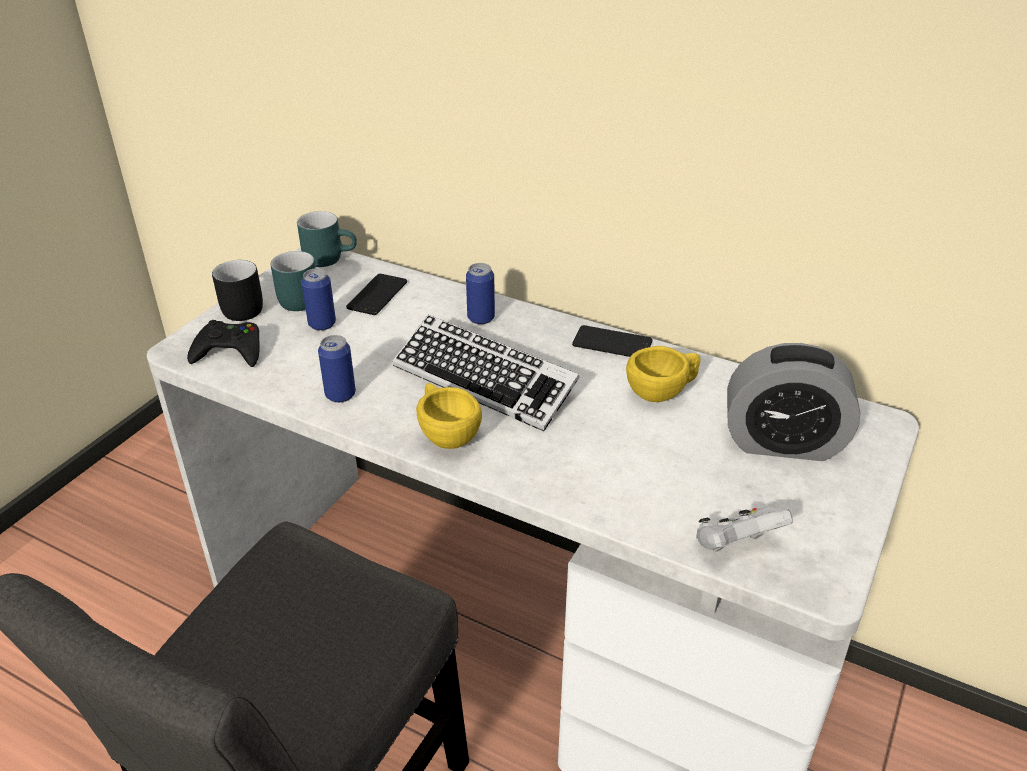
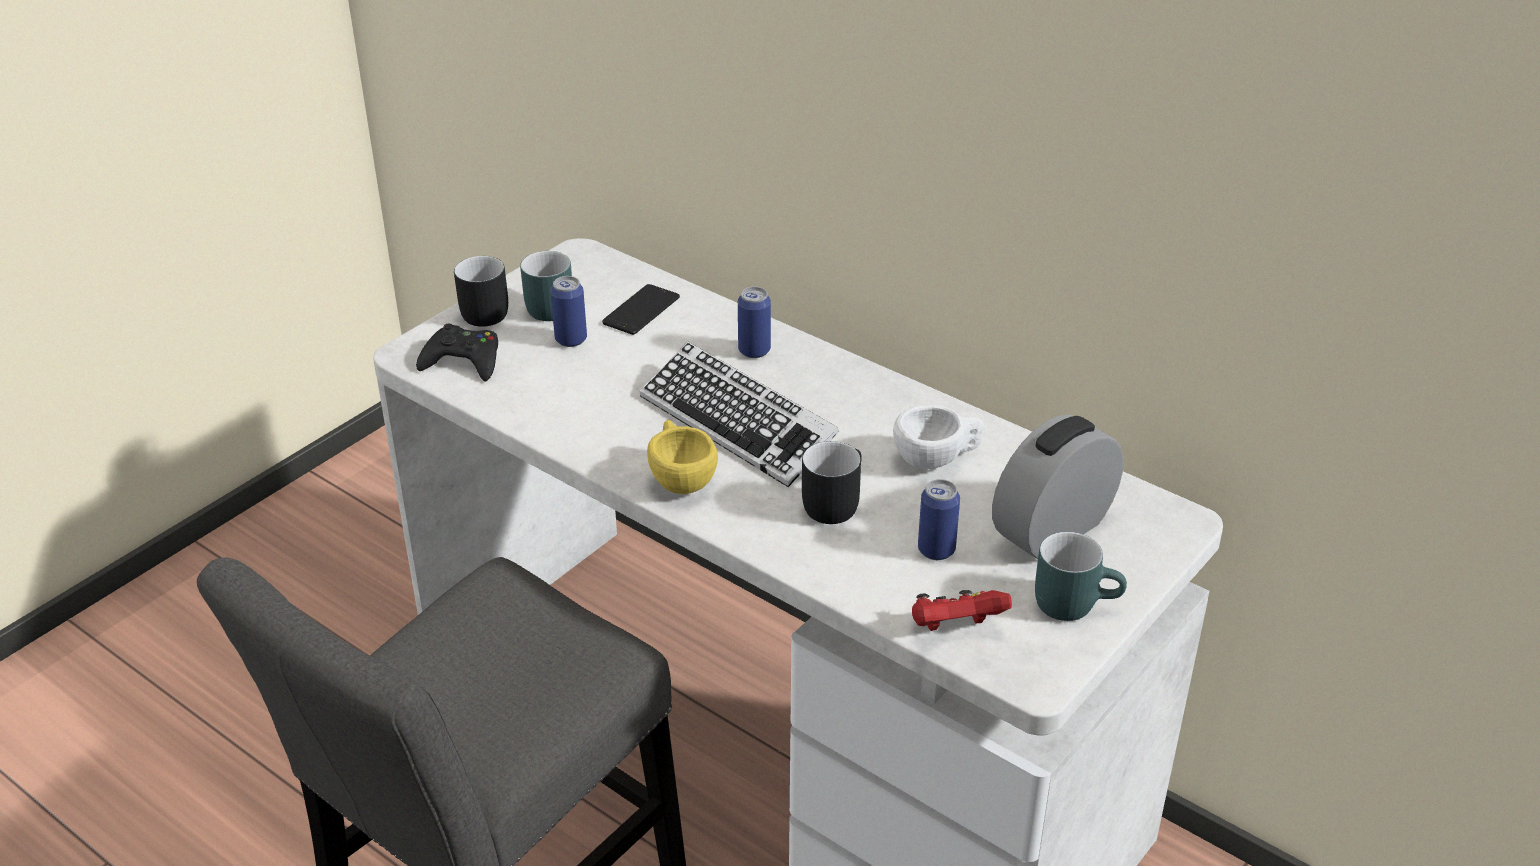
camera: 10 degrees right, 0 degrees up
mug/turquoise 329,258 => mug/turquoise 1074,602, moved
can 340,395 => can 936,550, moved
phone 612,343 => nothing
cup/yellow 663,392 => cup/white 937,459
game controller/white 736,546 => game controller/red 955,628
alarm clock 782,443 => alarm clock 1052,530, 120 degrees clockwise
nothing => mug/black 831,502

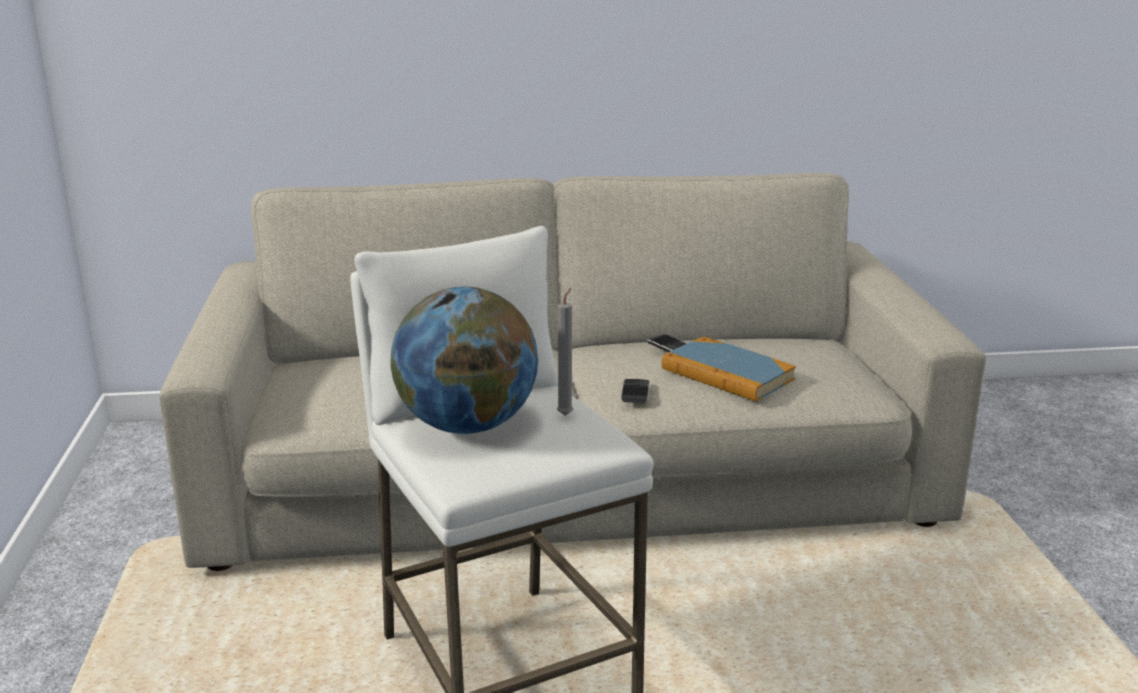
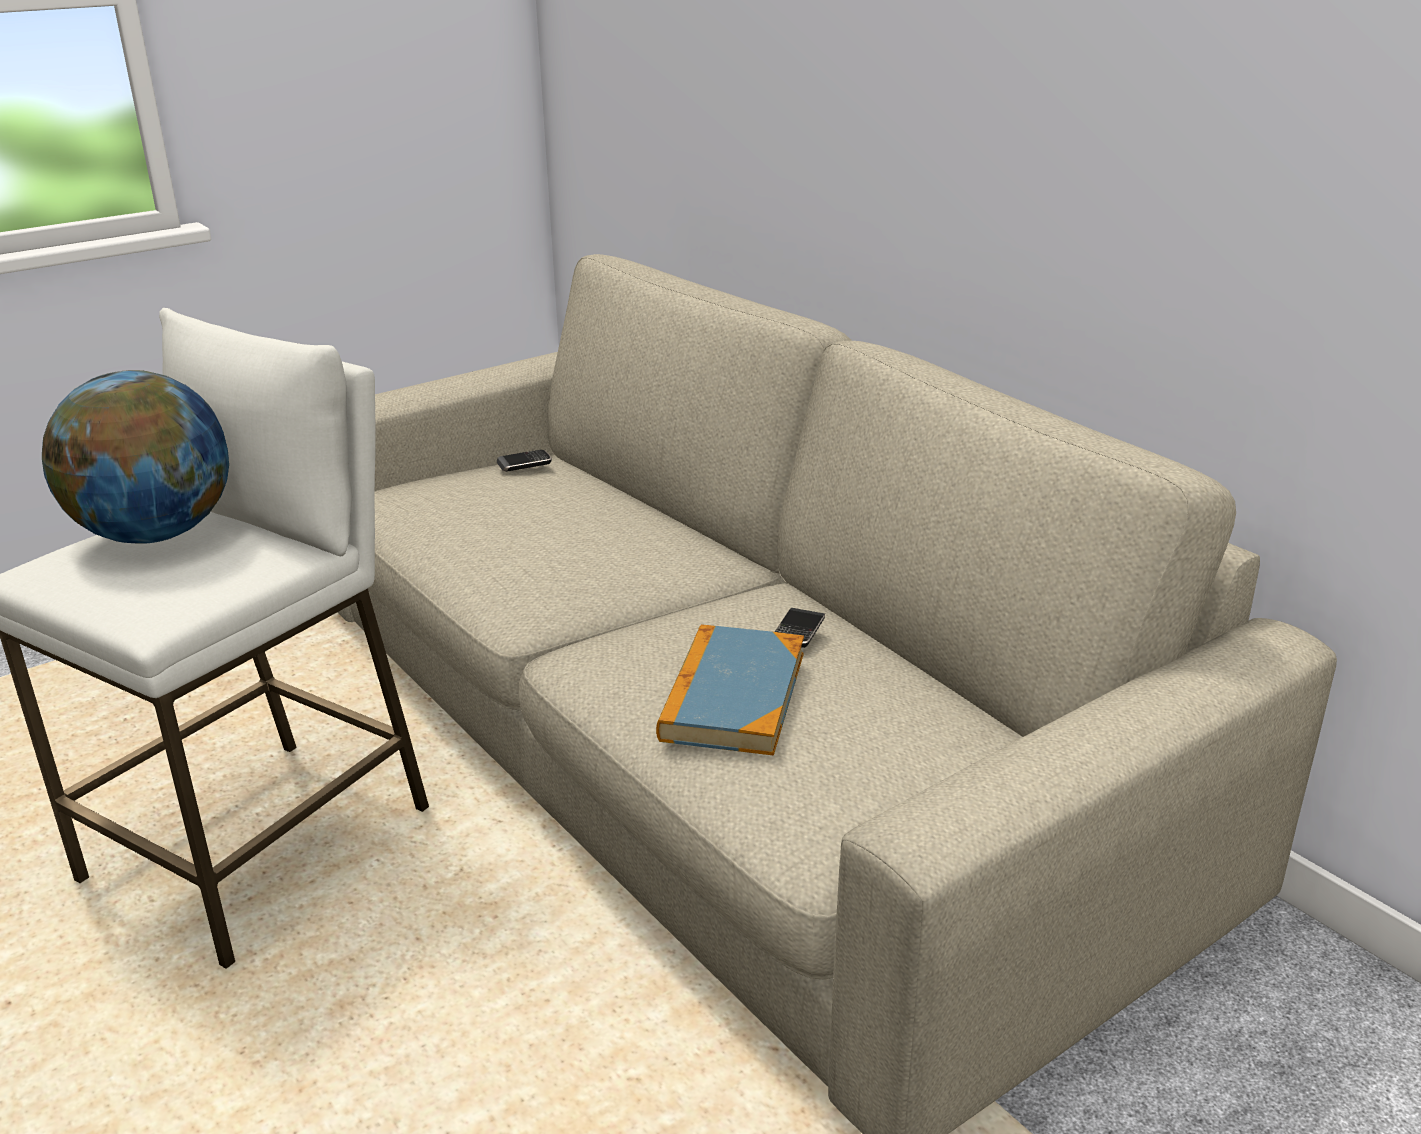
camera: 60 degrees right, 5 degrees up
candle/grey 566,414 => nothing
phone 635,393 => phone 524,463, moved

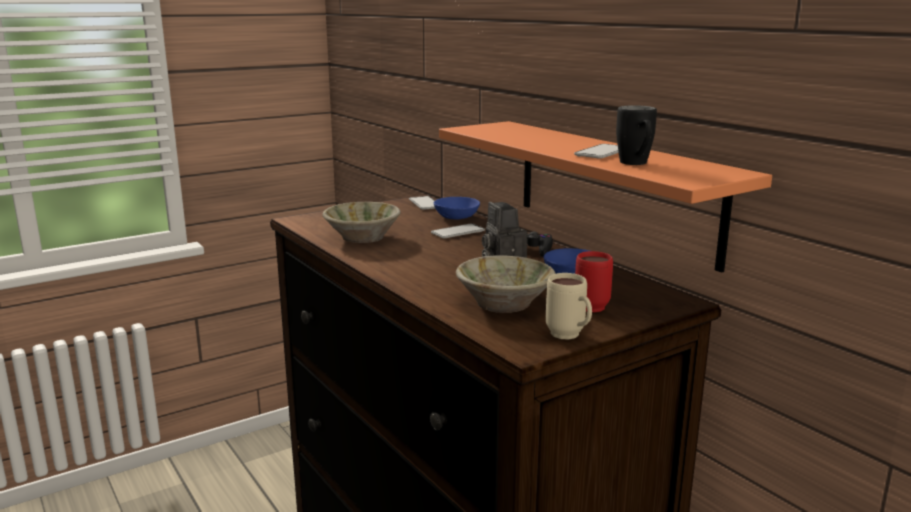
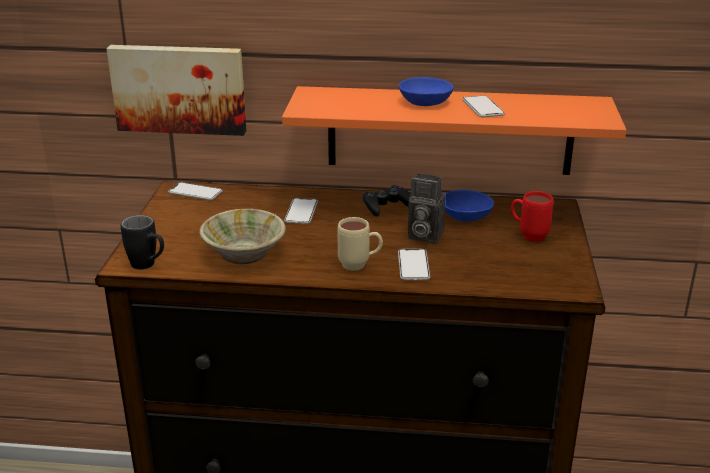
camera: 50 degrees left, 10 degrees up
bowl/blue 458,217 => bowl/blue 427,101, moved
bowl/beige 505,303 => nothing
mug/beige 569,337 => mug/beige 360,266, moved
mug/black 636,164 => mug/black 148,266, moved
nothing => picture 179,88
nothing => phone 413,265

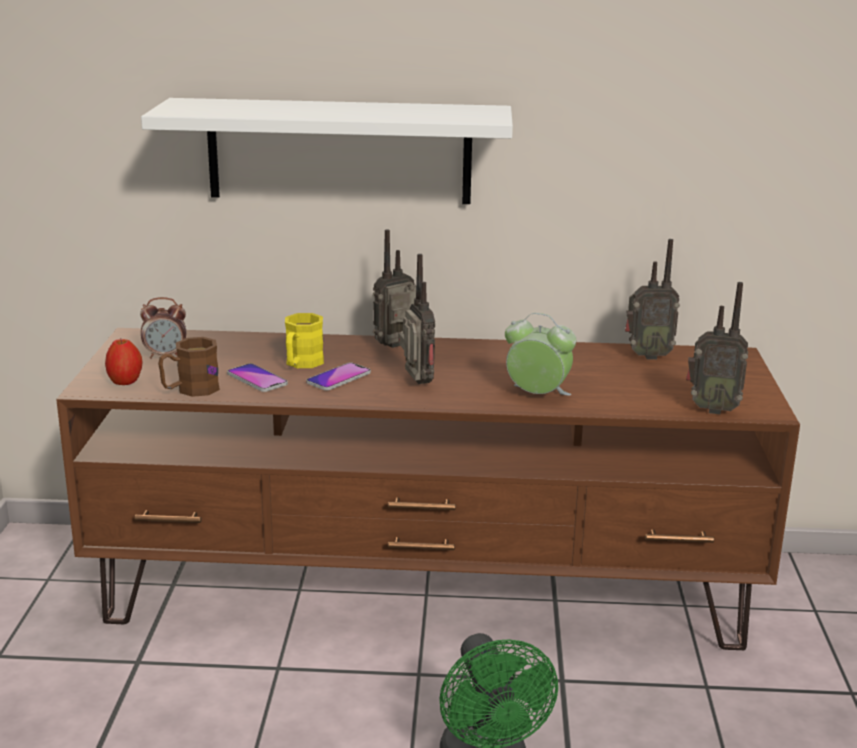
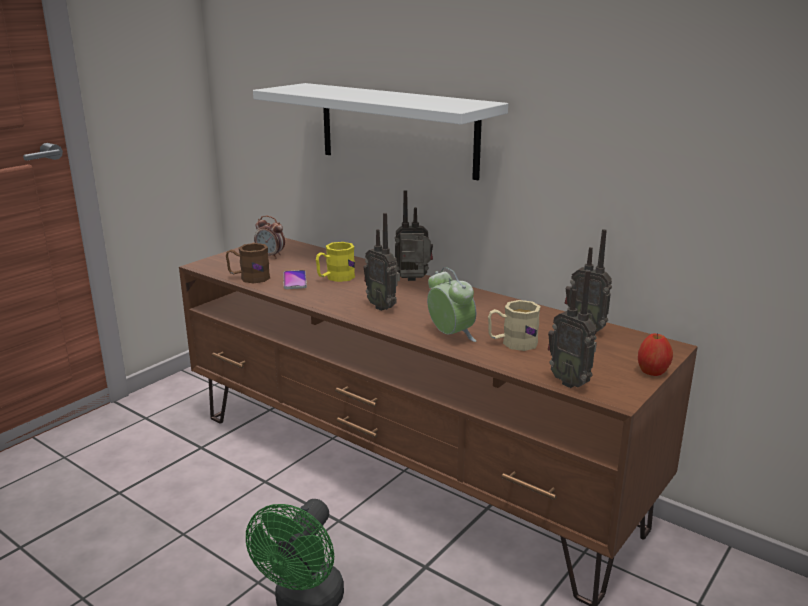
camera: 35 degrees right, 0 degrees up
apple 125,381 => apple 652,372, moved
phone 338,378 => nothing
radio 416,383 => radio 383,307, 120 degrees clockwise
nothing => mug/beige 512,343

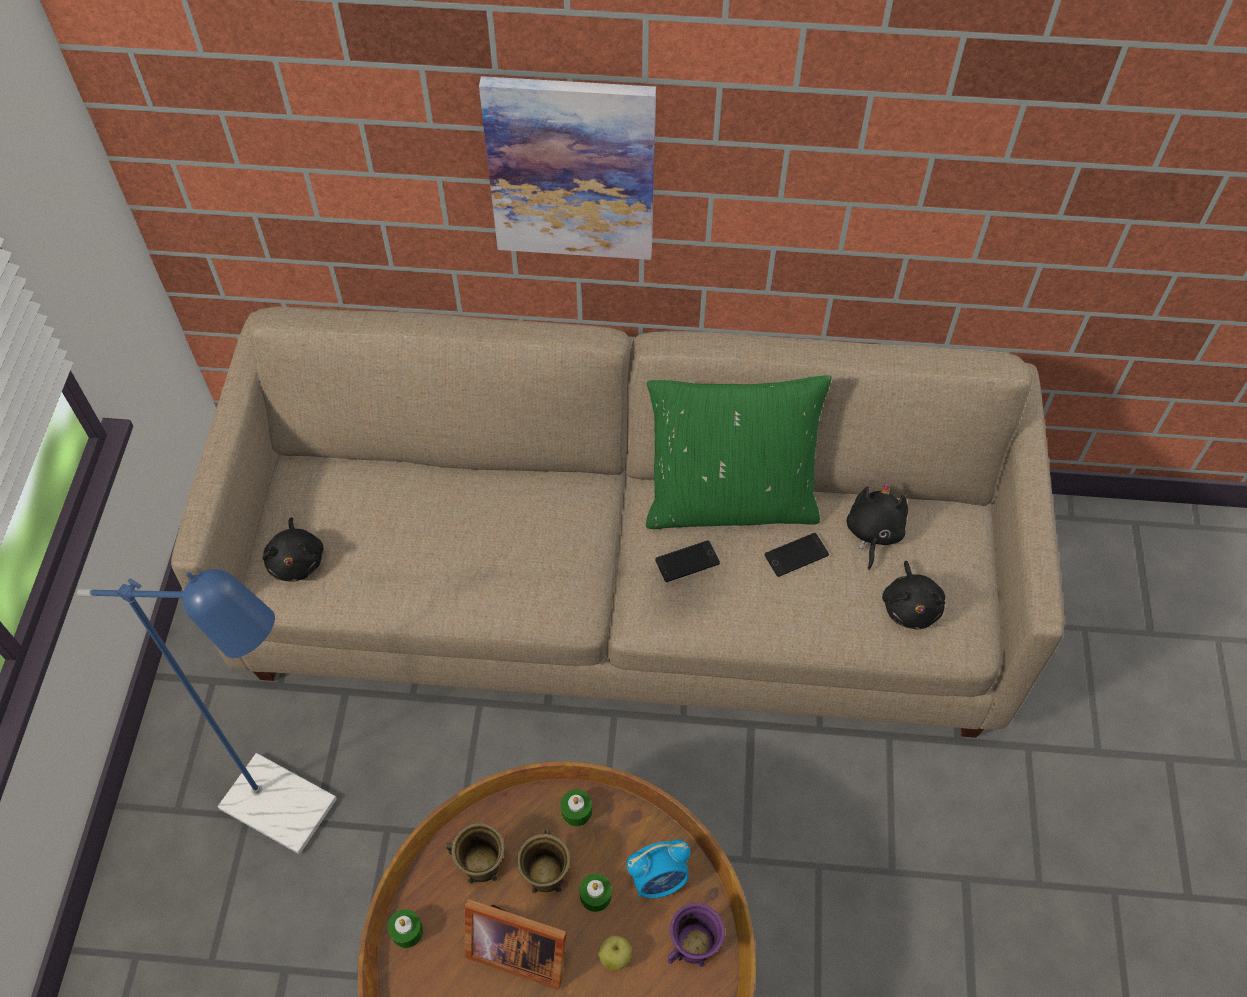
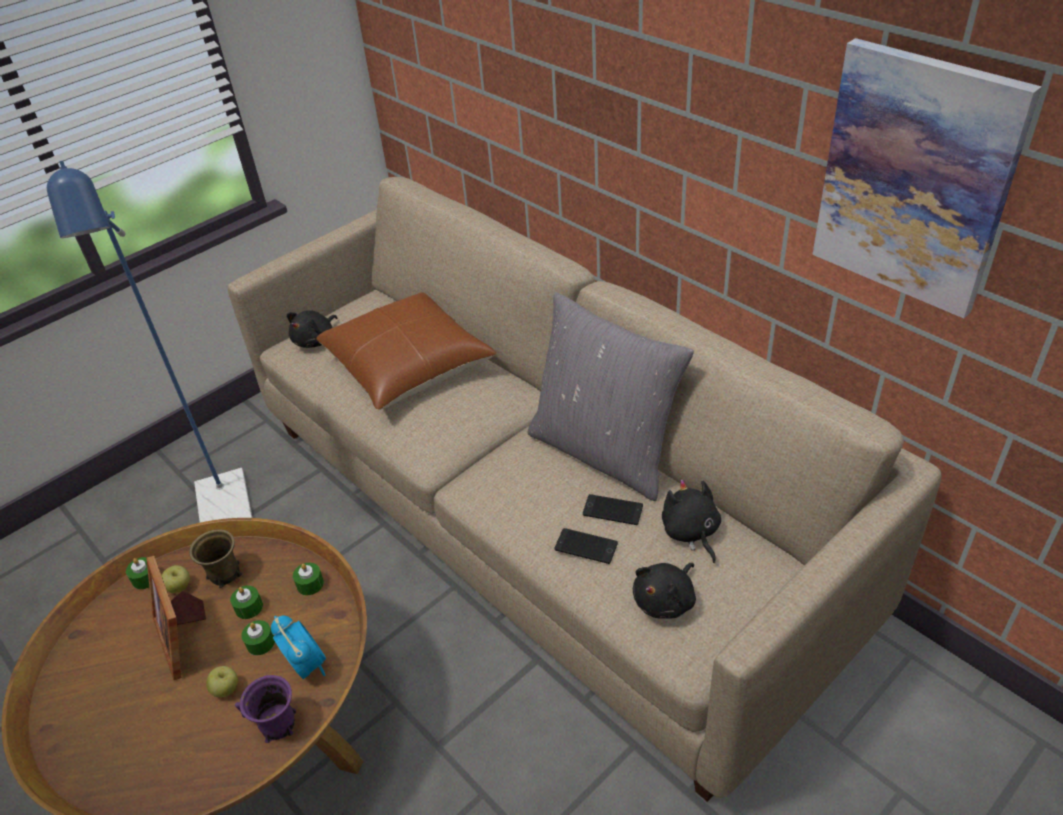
camera: 45 degrees right, 15 degrees down
picture 572,169 => picture 915,179, moved
mug/brown 545,875 => candle/green 249,607
alarm clock 658,880 => alarm clock 306,664, 150 degrees counterclockwise
pillow/green 730,501 => pillow/grey 604,451
phone 687,562 => phone 586,546, moved
plush toy/black 873,533 => plush toy/black 691,532, 75 degrees counterclockwise
nothing => apple 179,587
nothing => pillow/brown 408,364

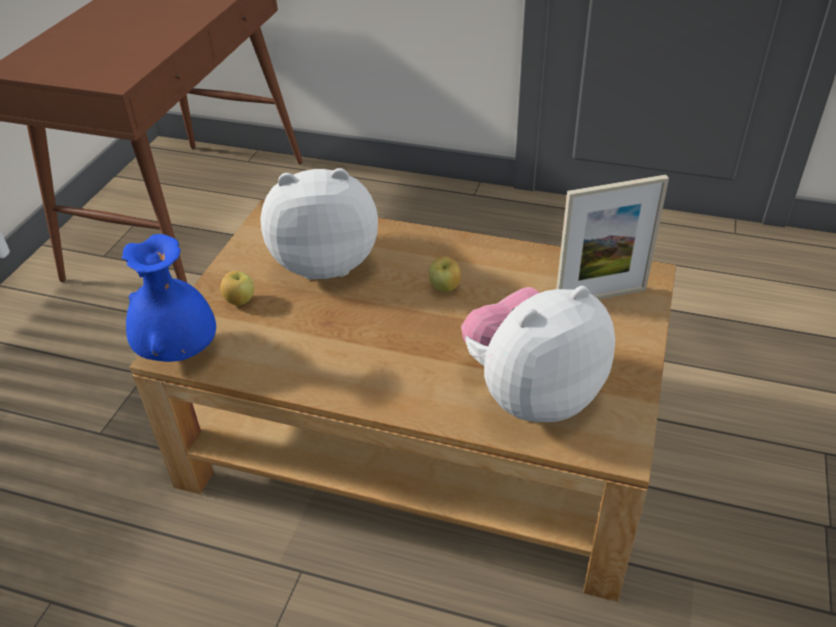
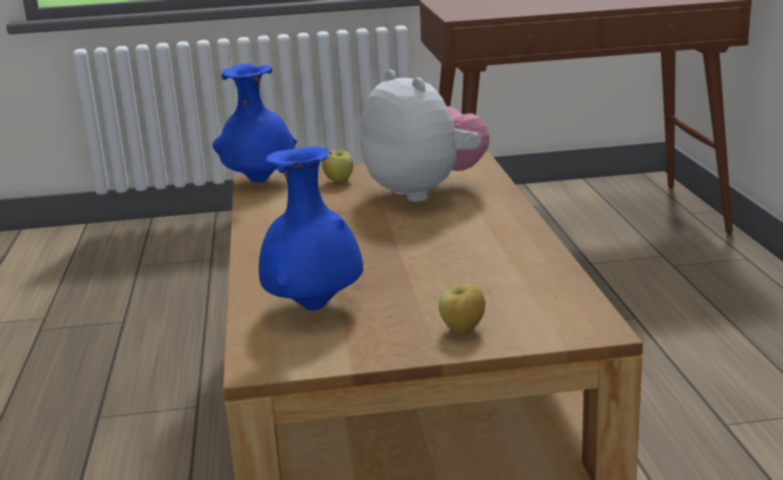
camera: 65 degrees right, 20 degrees down
apple 445,287 => apple 462,330, moved
plush toy 531,394 => vase/blue 314,307
picture frame 600,296 => nothing

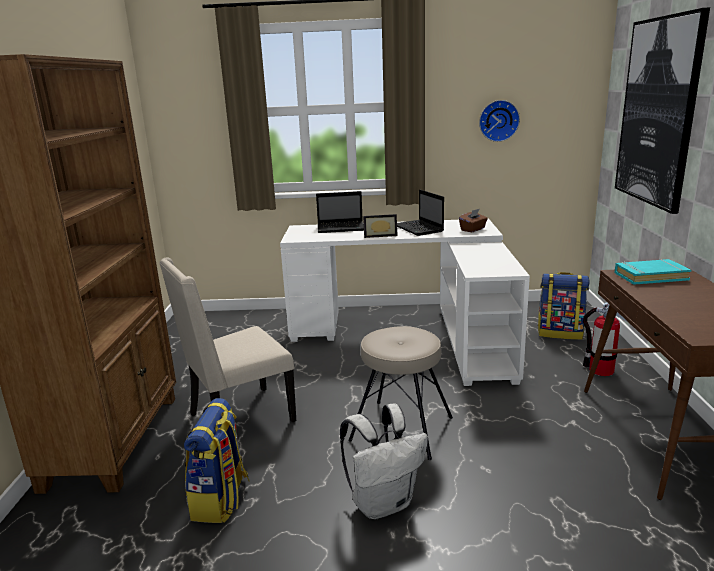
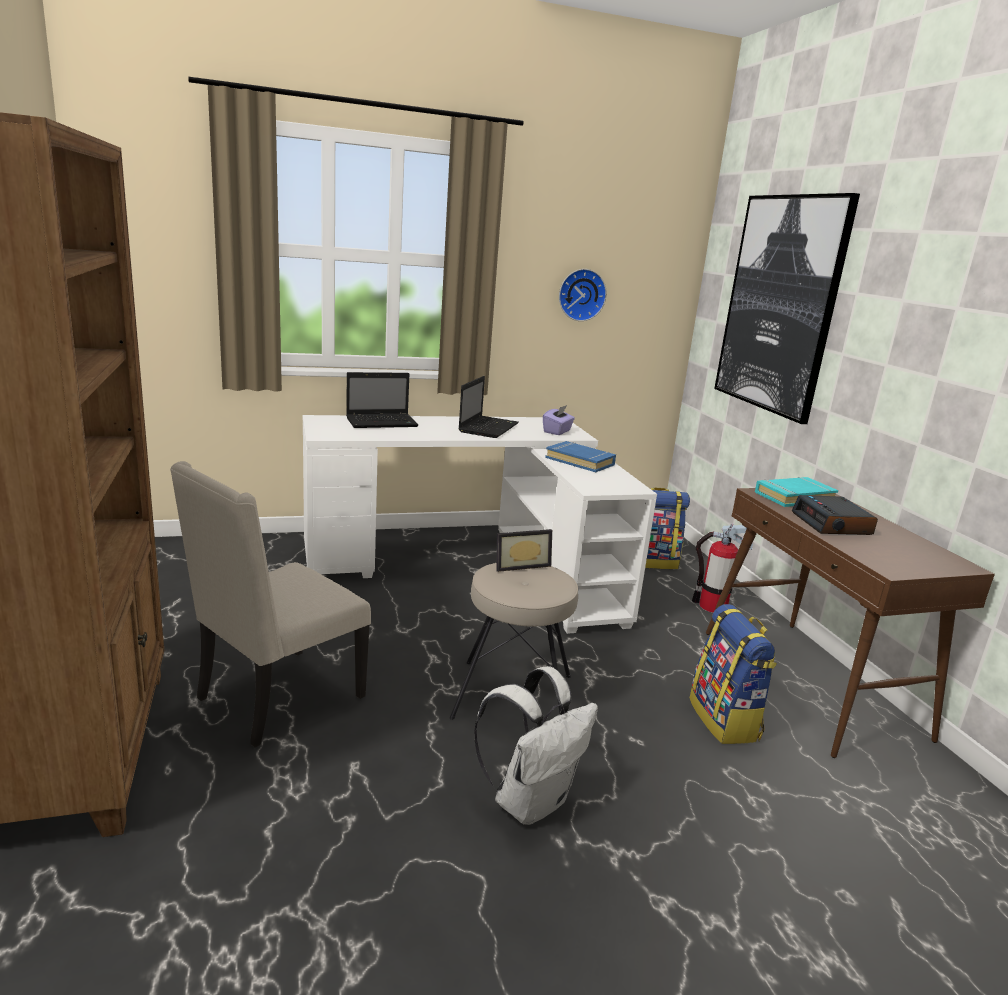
camera: 20 degrees left, 0 degrees up
backpack 221,500 => backpack 725,720, moved
picture frame 380,235 => picture frame 520,564, moved
laptop 419,229 => laptop 488,428, 120 degrees counterclockwise
tissue box/brown 473,229 => tissue box/purple 557,431
nothing => book/blue 580,461
nothing => alarm clock 832,524

